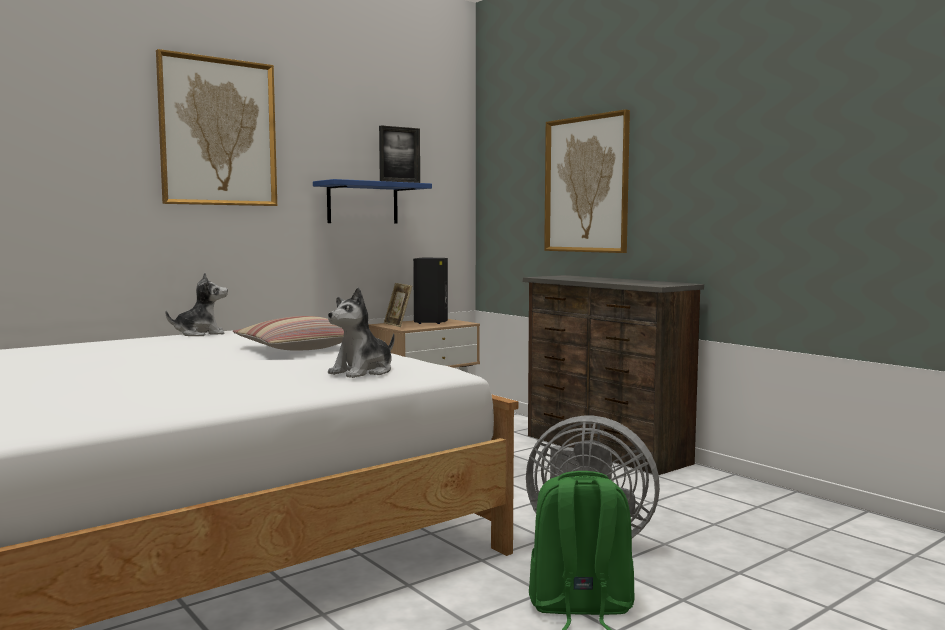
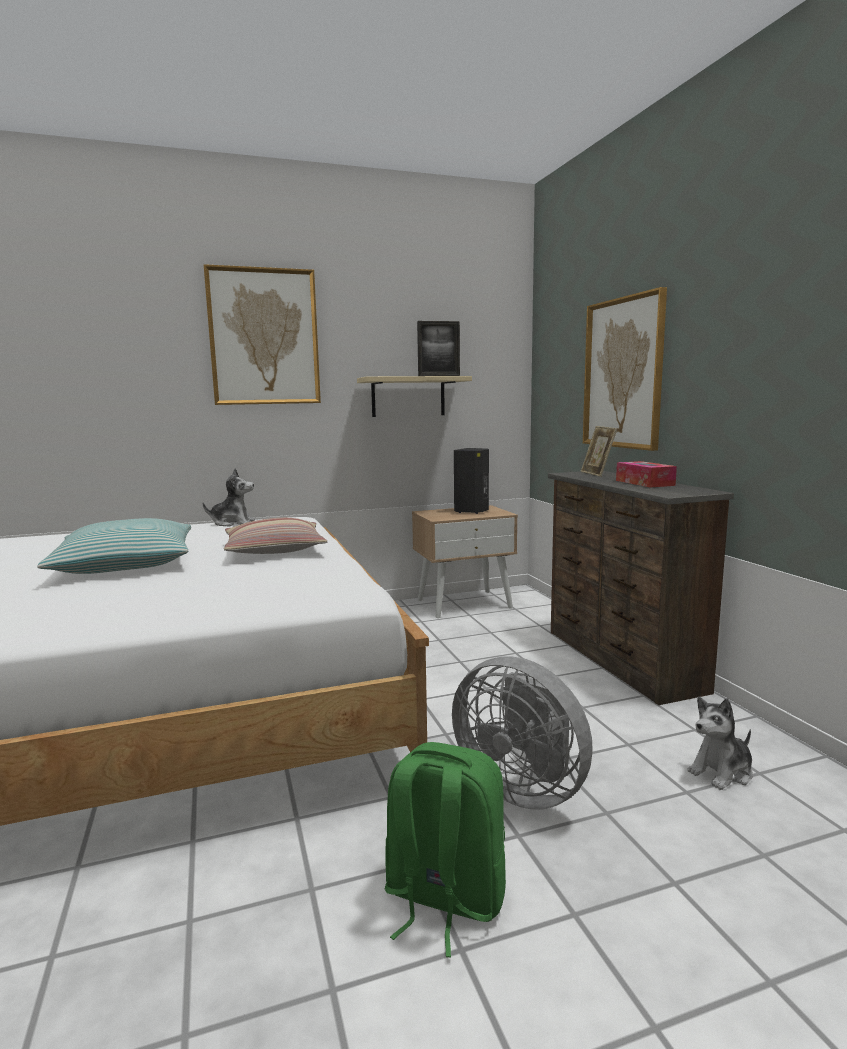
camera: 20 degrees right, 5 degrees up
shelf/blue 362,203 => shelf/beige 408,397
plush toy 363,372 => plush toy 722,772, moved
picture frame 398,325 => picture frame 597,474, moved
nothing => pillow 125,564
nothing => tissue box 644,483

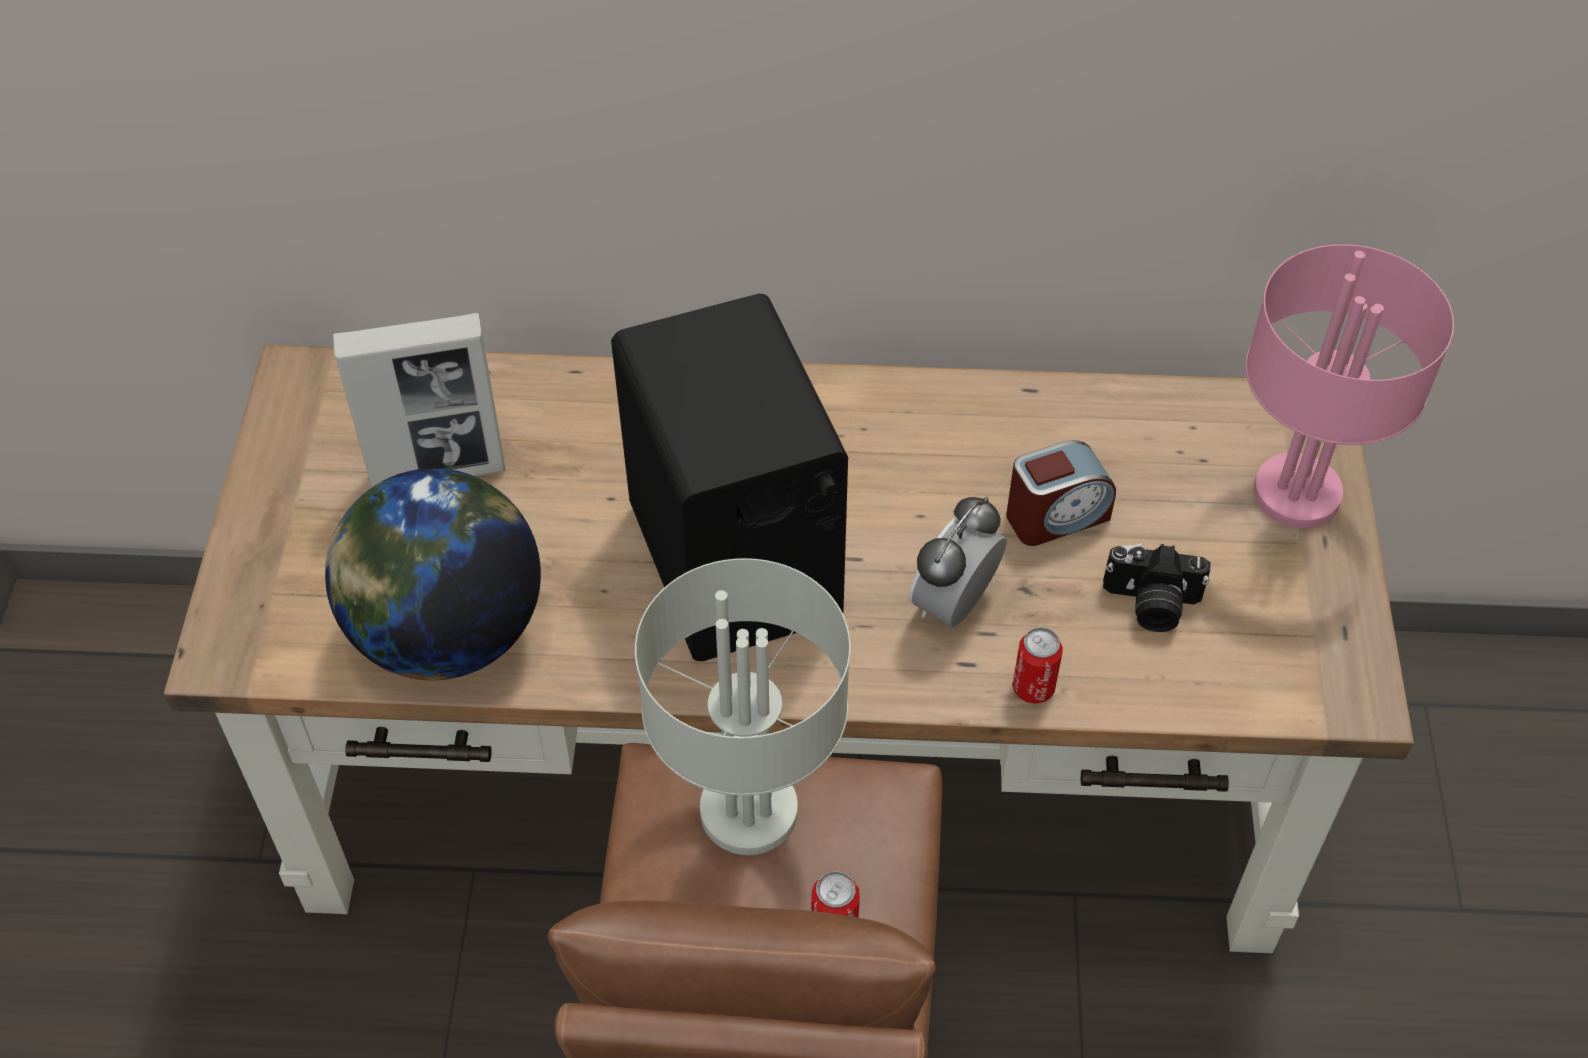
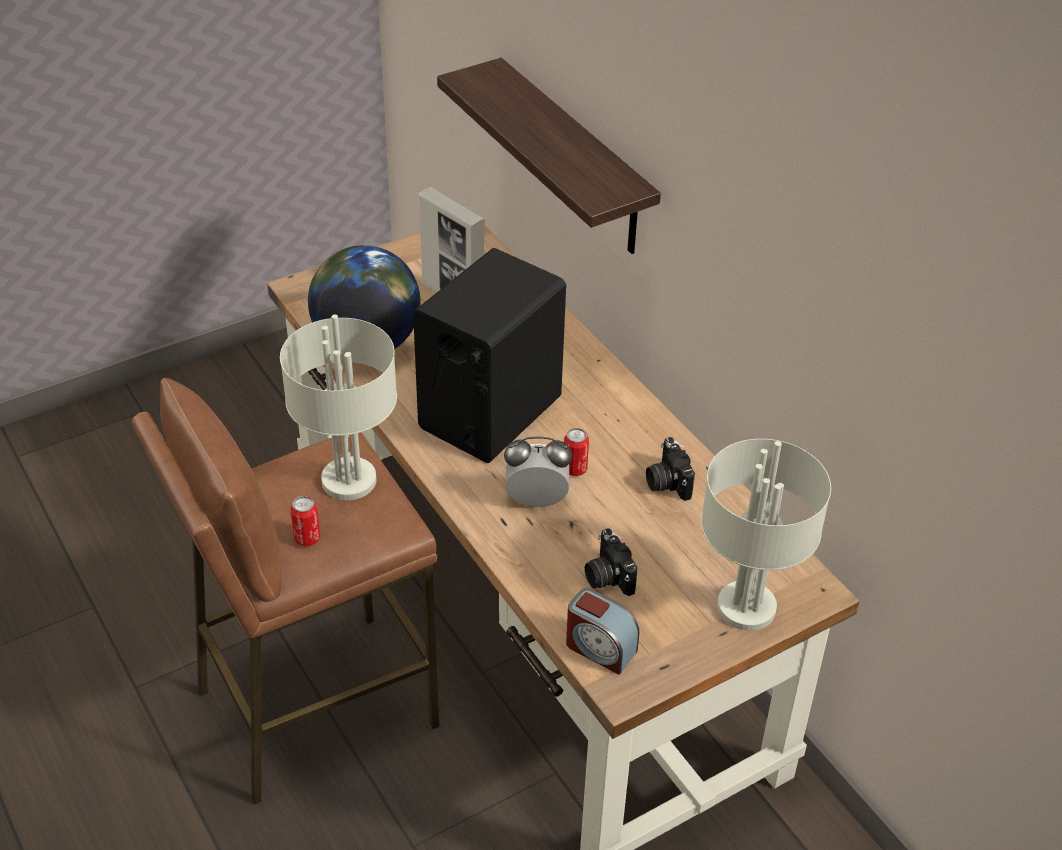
camera: 55 degrees right, 10 degrees down
alarm clock 1056,516 => alarm clock 599,648, moved
can 1033,688 => can 574,469, moved
table lamp/pink 1299,493 => table lamp/grey 747,609
nothing => shelf 574,159
nothing => photo camera 666,482

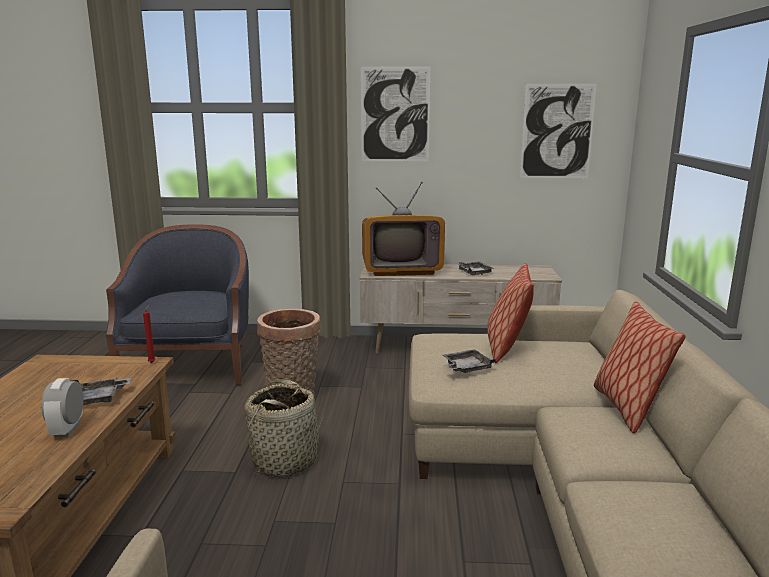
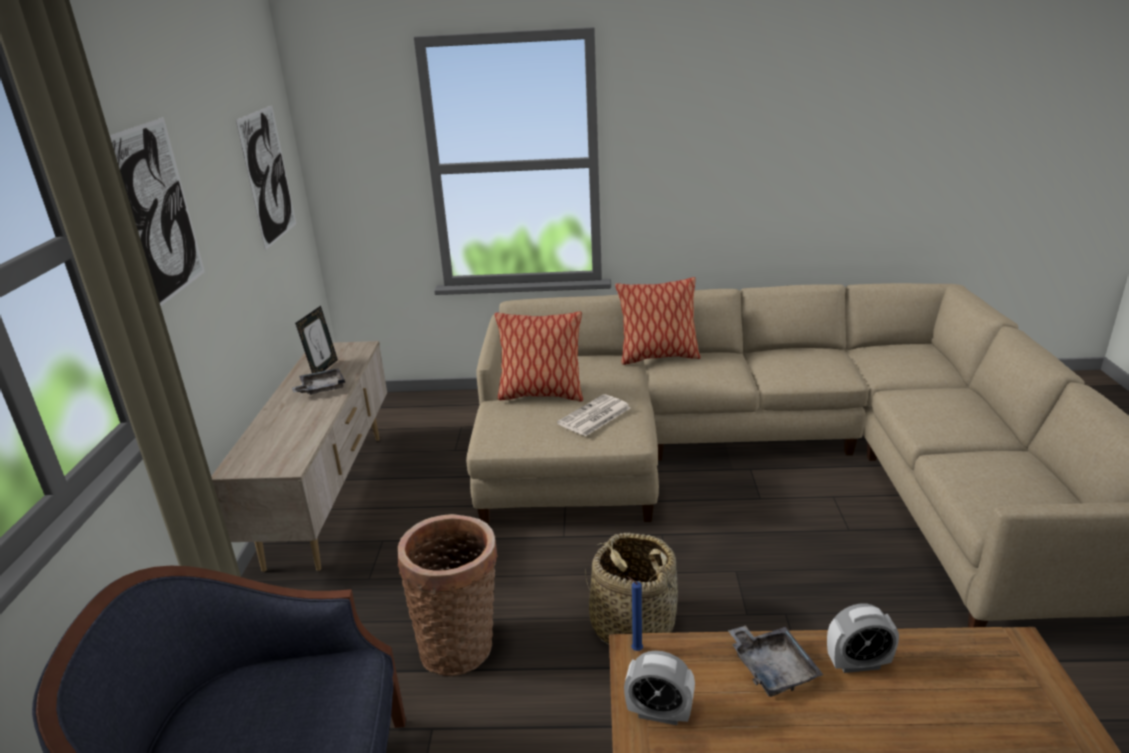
camera: 90 degrees left, 10 degrees up
candle/red 152,362 => candle/blue 635,649
television 401,269 => nothing
tray/grey 466,368 => newspaper 594,416
nothing => picture frame 322,369
nothing => alarm clock 659,713

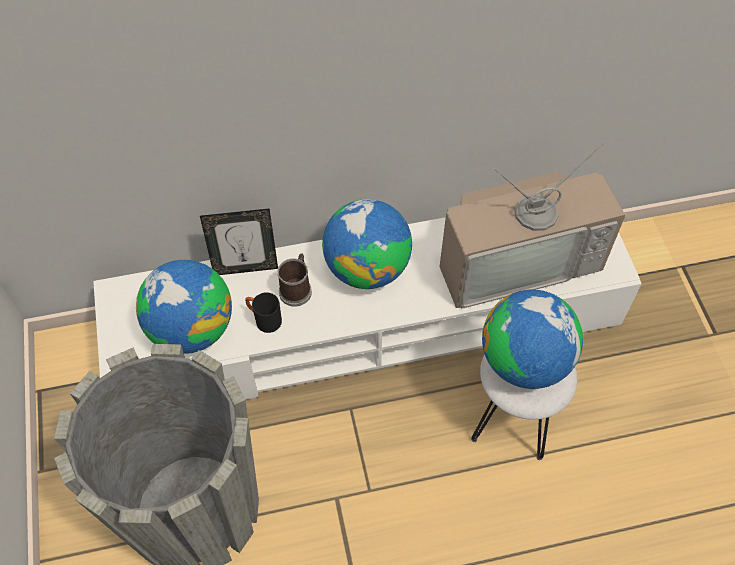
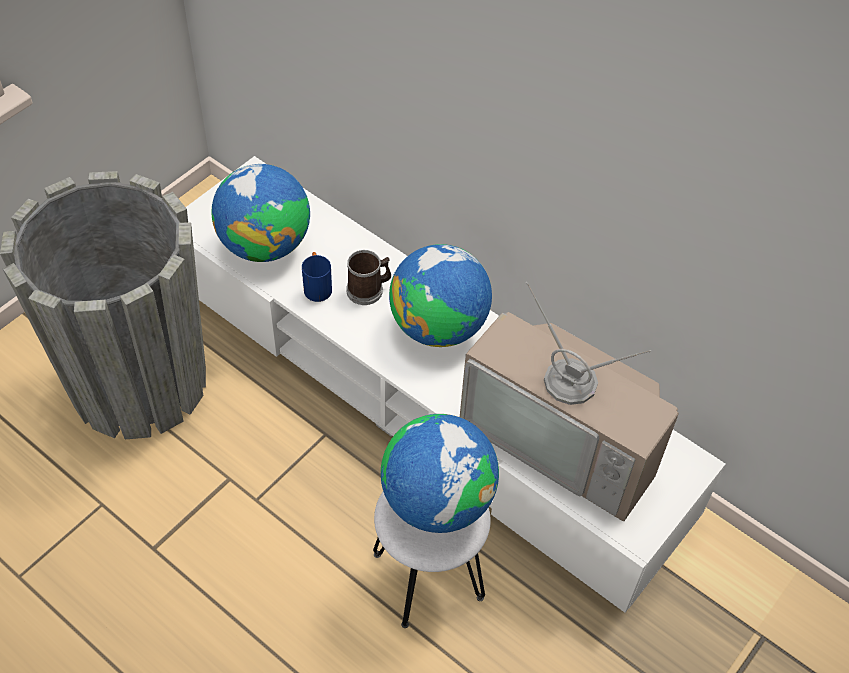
camera: 50 degrees right, 5 degrees down
picture frame 245,267 => nothing
mug/black 264,319 => mug/blue 317,287

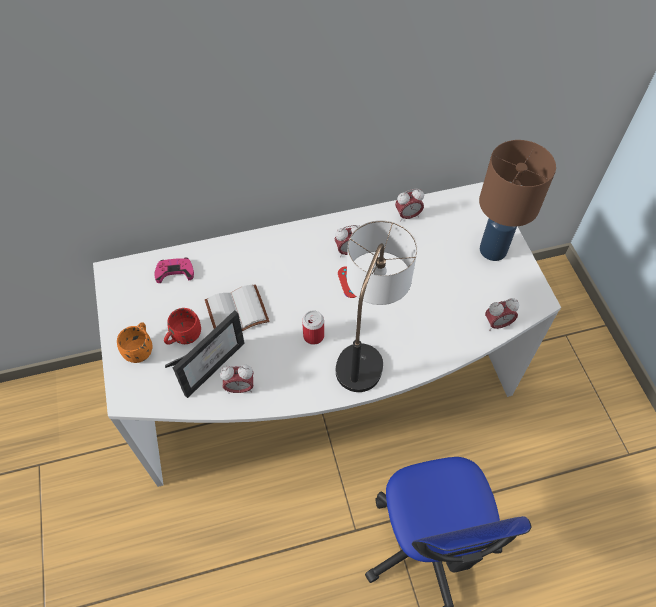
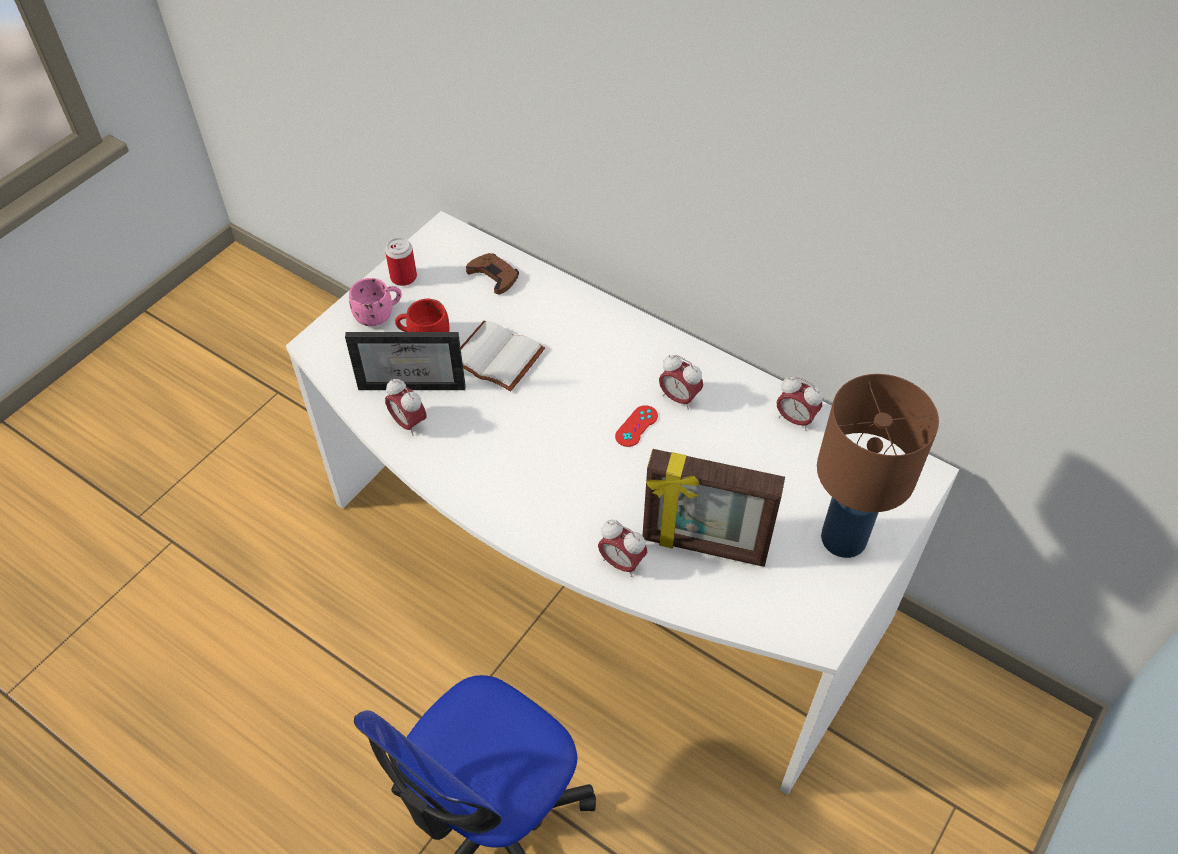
camera: 50 degrees right, 5 degrees down
mug/orange 140,348 => mug/pink 379,315
game controller/pink 175,272 => game controller/brown 494,276
can 313,336 => can 403,277, moved
table lamp 367,347 => nothing
alarm clock 497,324 => alarm clock 621,563, moved
nothing => picture frame 704,547

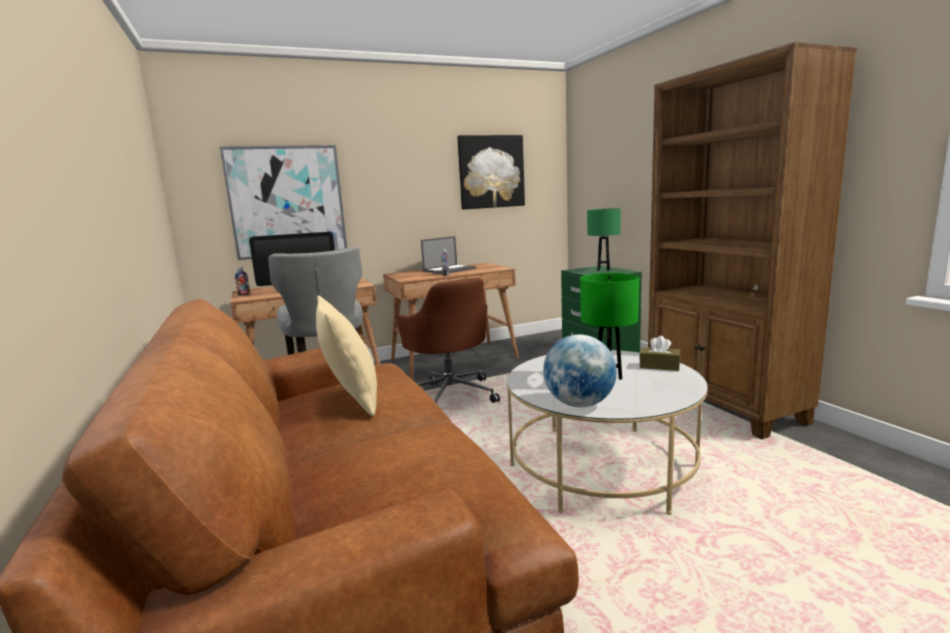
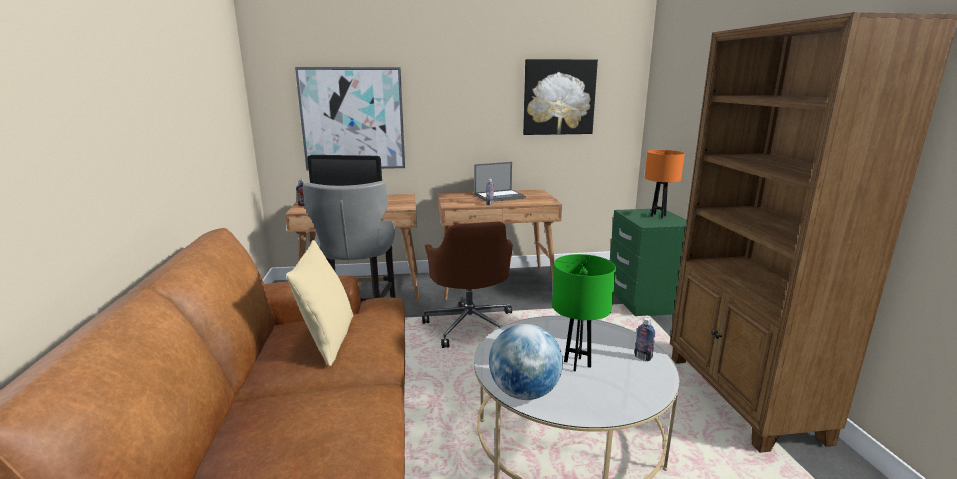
camera: 15 degrees right, 5 degrees up
table lamp/green 603,270 => table lamp/orange 658,216
tissue box/brown 659,366 => bottle 642,357

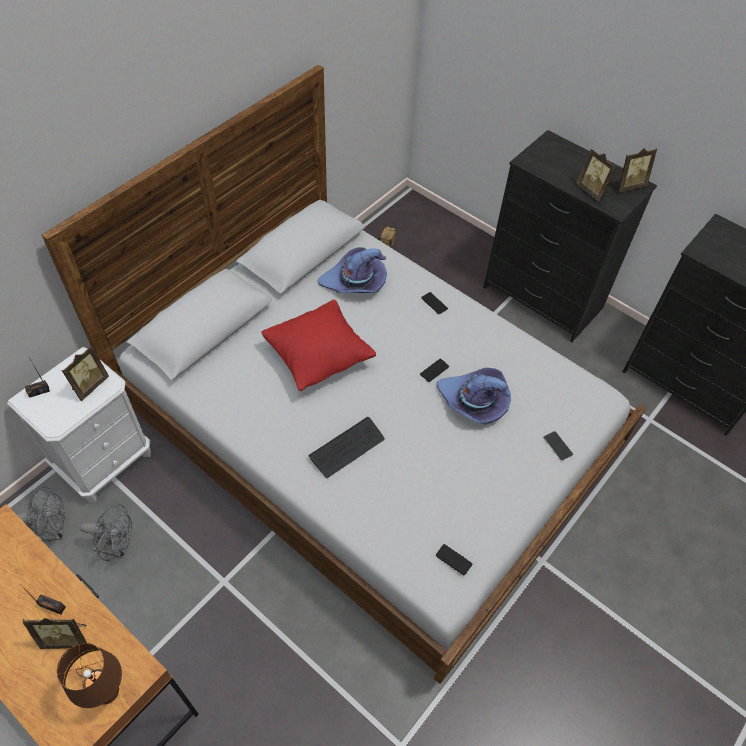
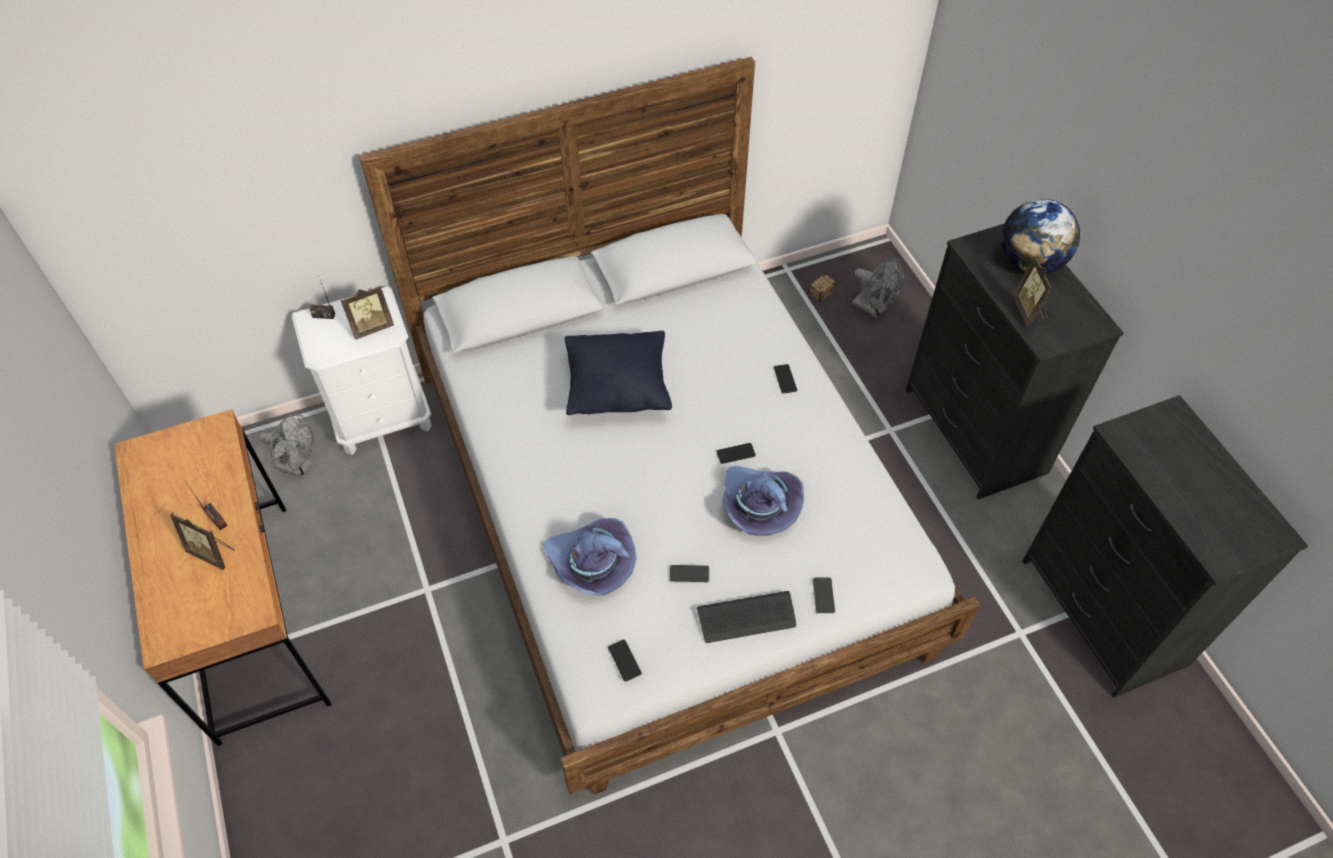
camera: 30 degrees right, 0 degrees up
table lamp/brown 106,692 => nothing
fan/grey 117,547 => fan/grey 873,309, moved
pillow/red 318,358 => pillow/black 618,389
keyboard 347,448 => keyboard 746,618, moved
hat/purple 355,282 => hat/purple 592,564, moved
picture frame 628,185 => nothing
nothing => phone 689,574
nothing => globe 1029,263

